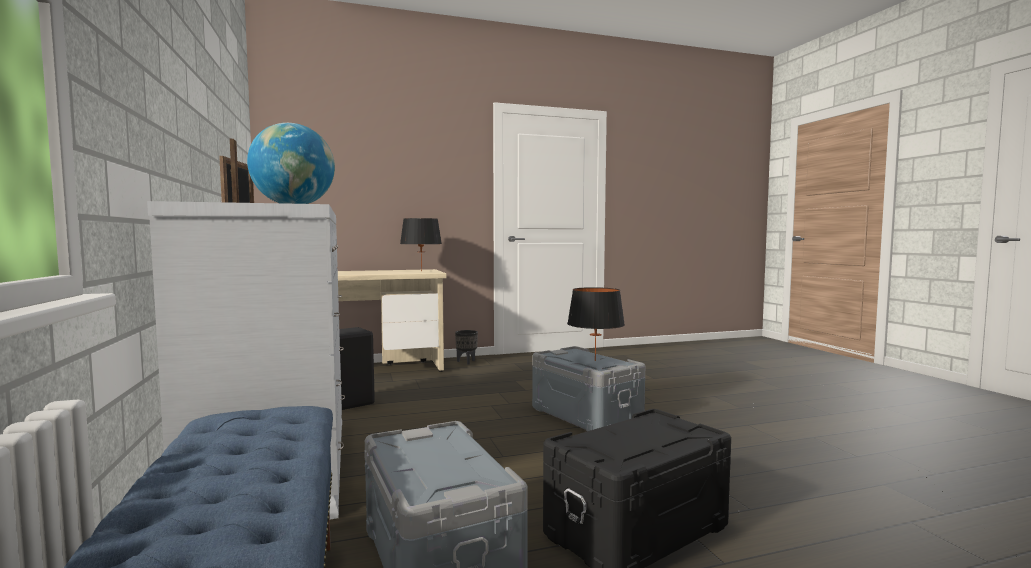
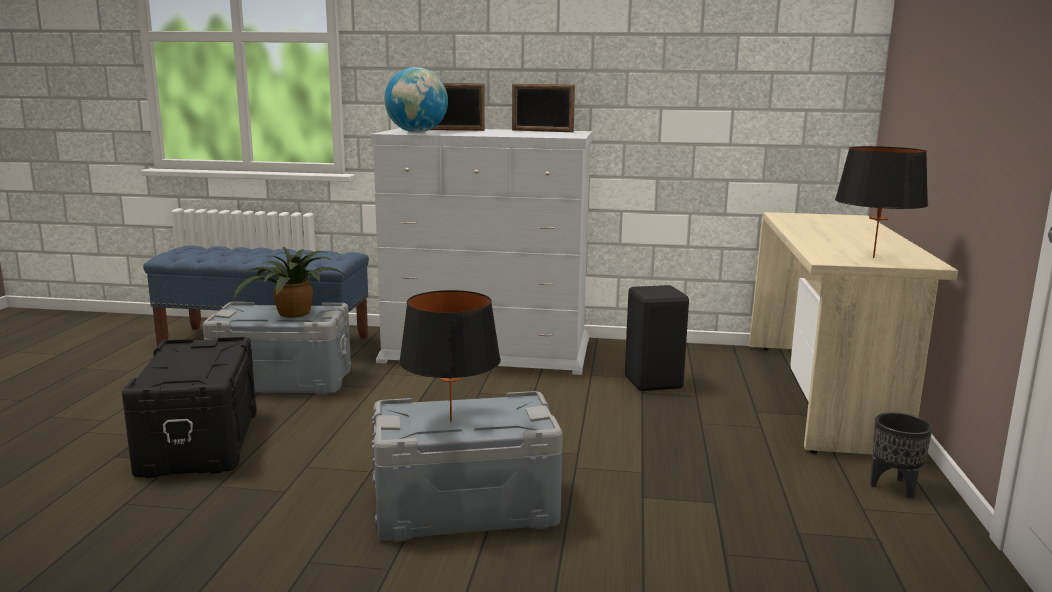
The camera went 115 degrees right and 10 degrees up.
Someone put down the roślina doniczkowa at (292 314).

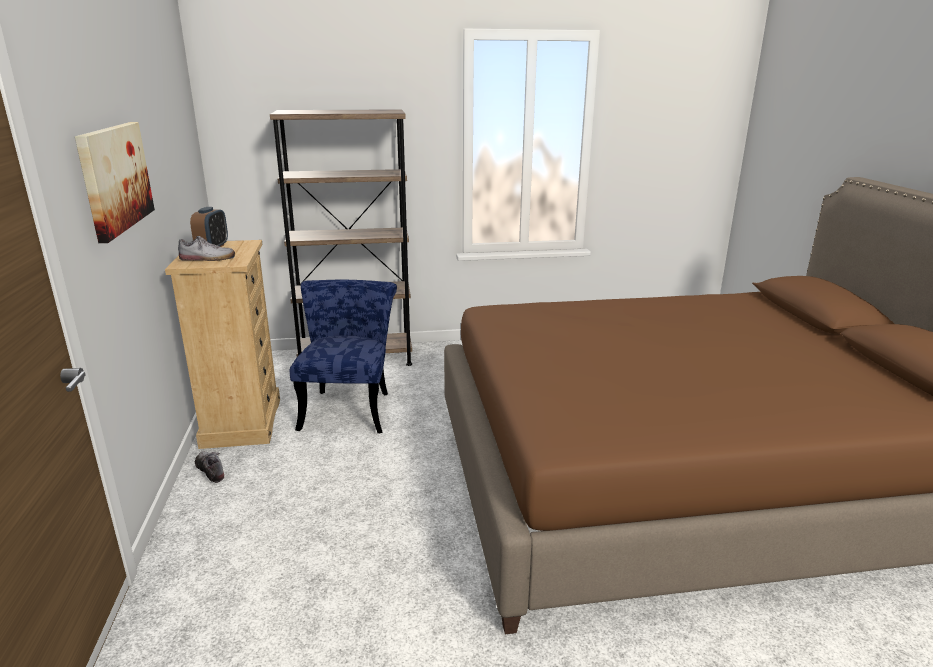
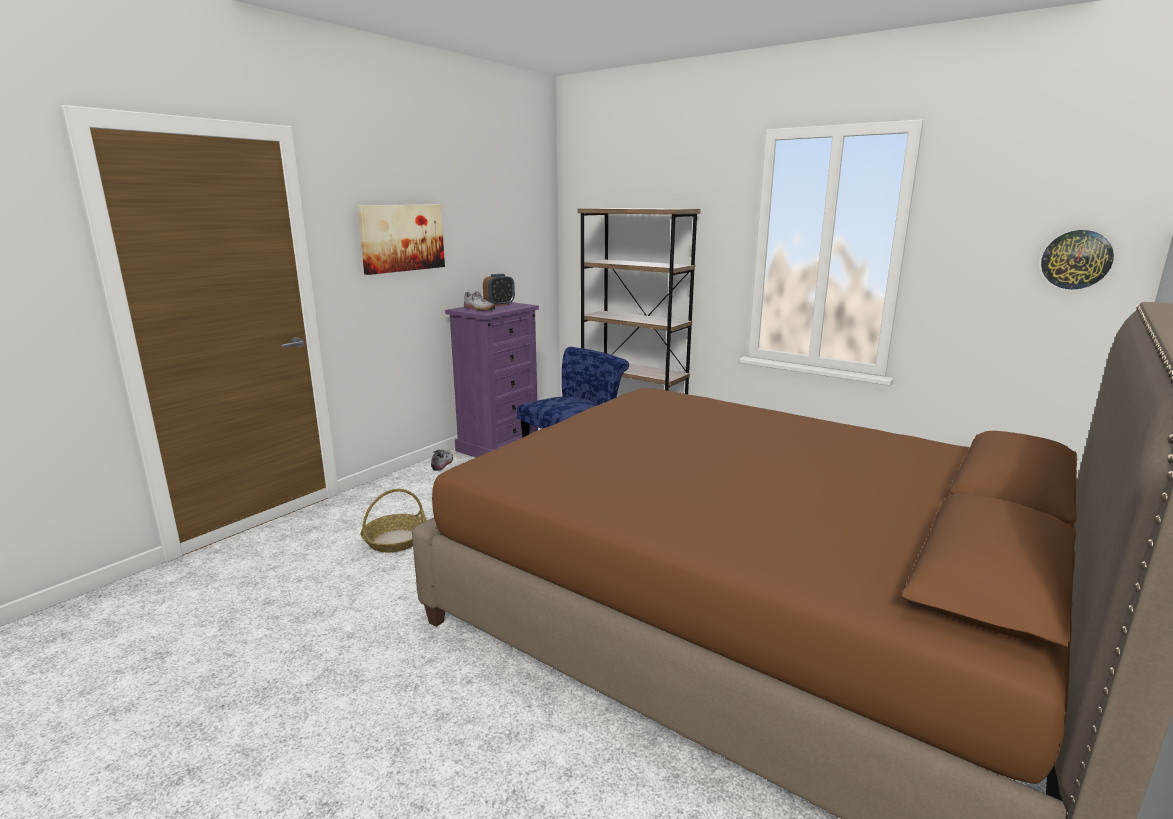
The camera went 45 degrees right and 5 degrees down.
Someone put down the koszyk at (395 540).
Someone repainted the komoda (beżowy) at (241 422), which became the komoda (fioletowy) at (499 446).
Someone put up the zegar ścienny at (1076 259).

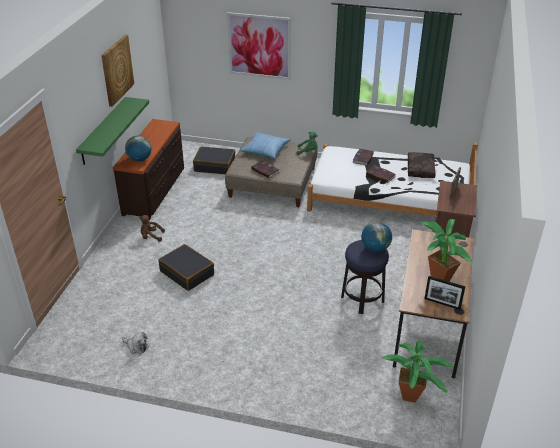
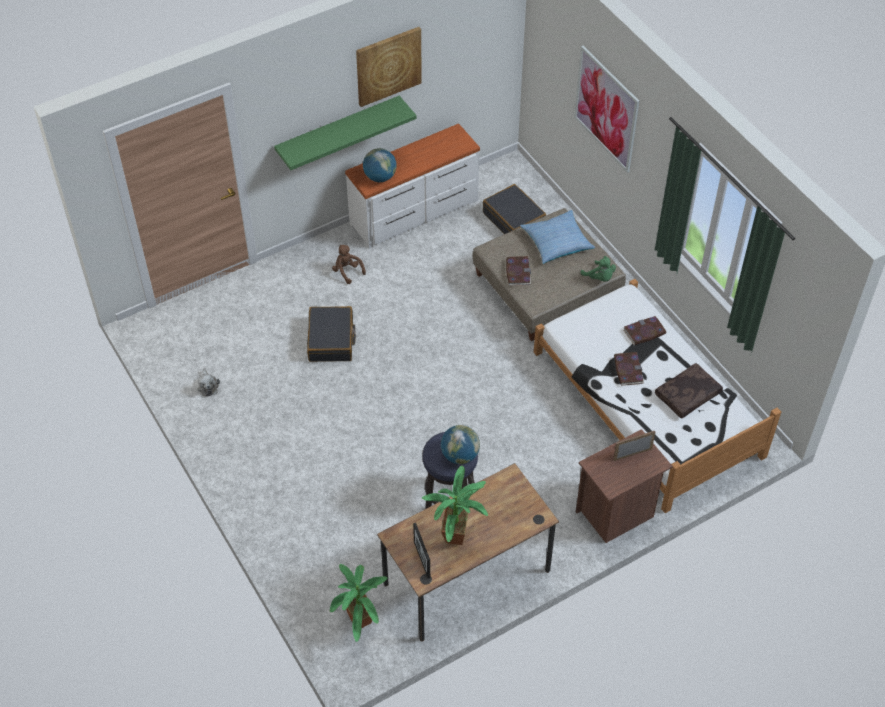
The camera went 45 degrees right and 15 degrees up.
Someone repainted the komoda (brązowy) at (155 191), which became the komoda (biały) at (415 213).

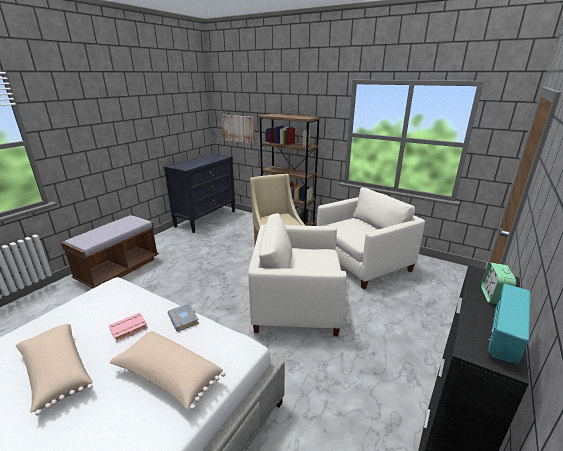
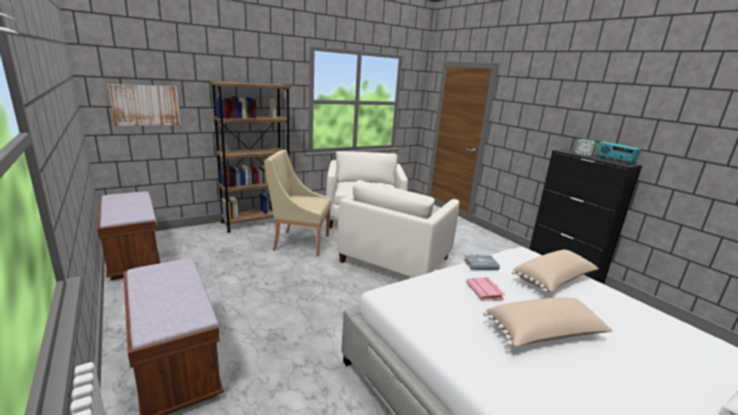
The camera went 65 degrees left and 5 degrees down.
Someone swapped the komoda (czarny) at (206 218) for the ławka (brązowy) at (133 257).

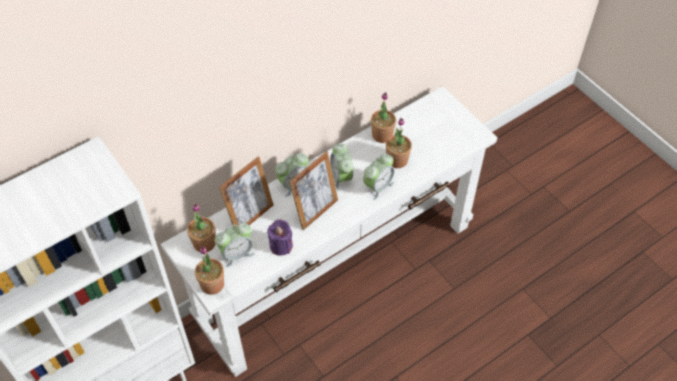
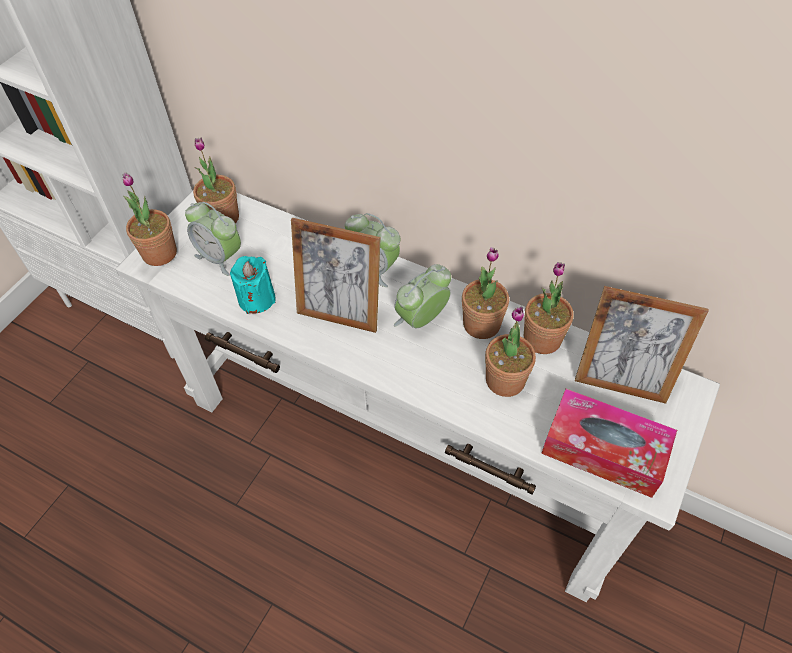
The camera went 65 degrees right and 0 degrees up.
Someone repainted the świeca (fioletowy) at (281 245), which became the świeca (turkusowy) at (256 299).
Someone put down the roślina doniczkowa at (481 324).
Someone put down the pudełko chusteczek at (603 450).
Someone carried the ramka na zdjęcie from (250 215) to (621 381).
Someone took away the budzik at (378 186).

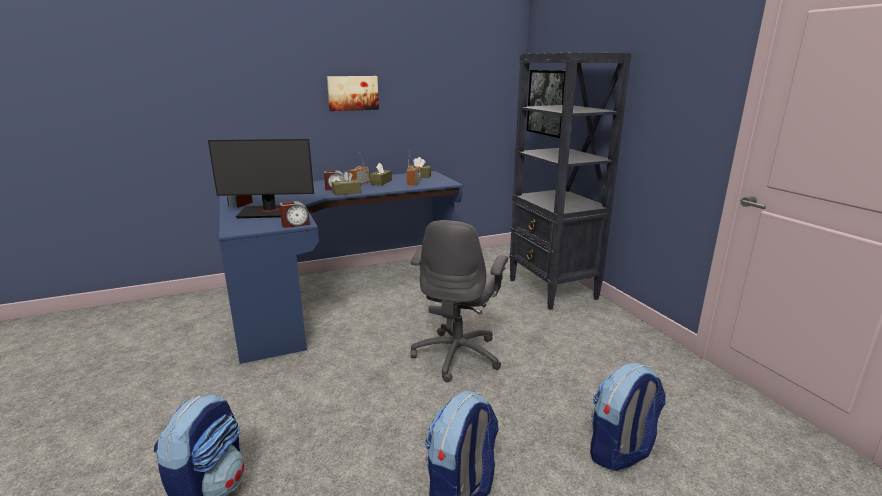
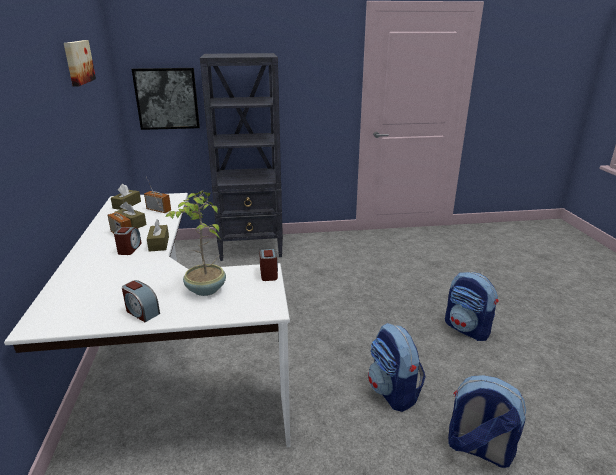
The camera went 75 degrees left and 5 degrees up.
Someone repainted the biurko (niebieski) at (336 293), which became the biurko (biały) at (164 365).
Someone carried the obraz from (352 93) to (77 62).
Someone swapped the monitor at (269 212) for the roślina doniczkowa at (205 290).
Someone carried the plecak from (620 452) to (393 392).
Someone took away the krzesło biurowe (szary) at (458 355).

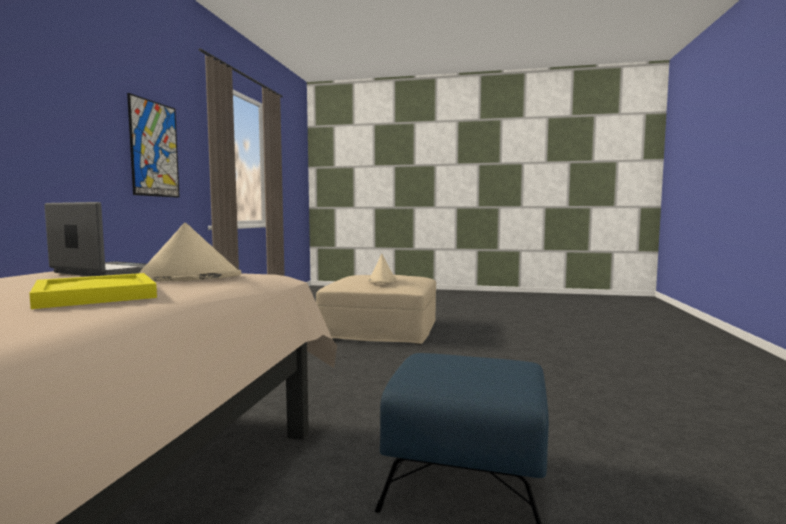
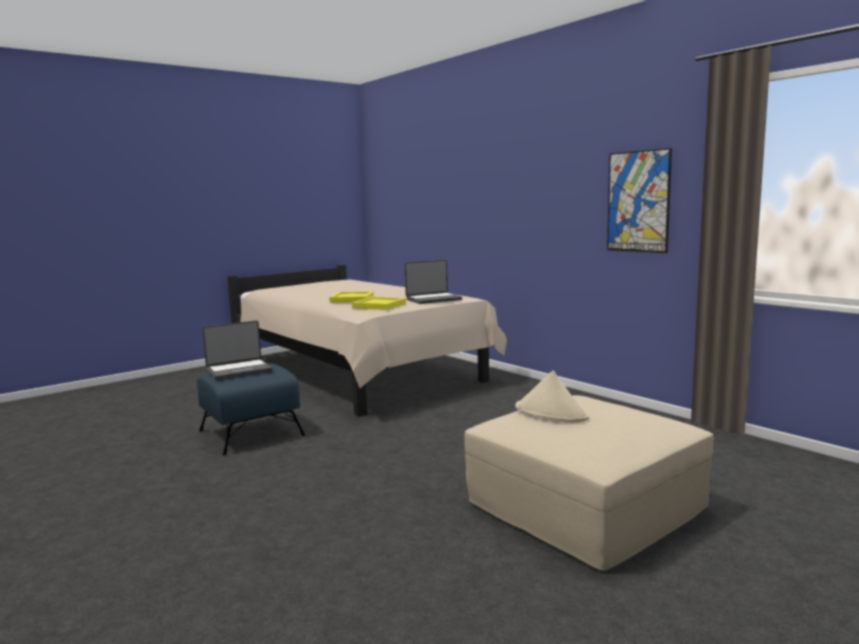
The camera went 130 degrees right and 5 degrees up.
Someone put down the laptop at (239 370).
Someone swapped the kapelusz (beżowy) at (189 277) for the taca (żółty) at (379 305).

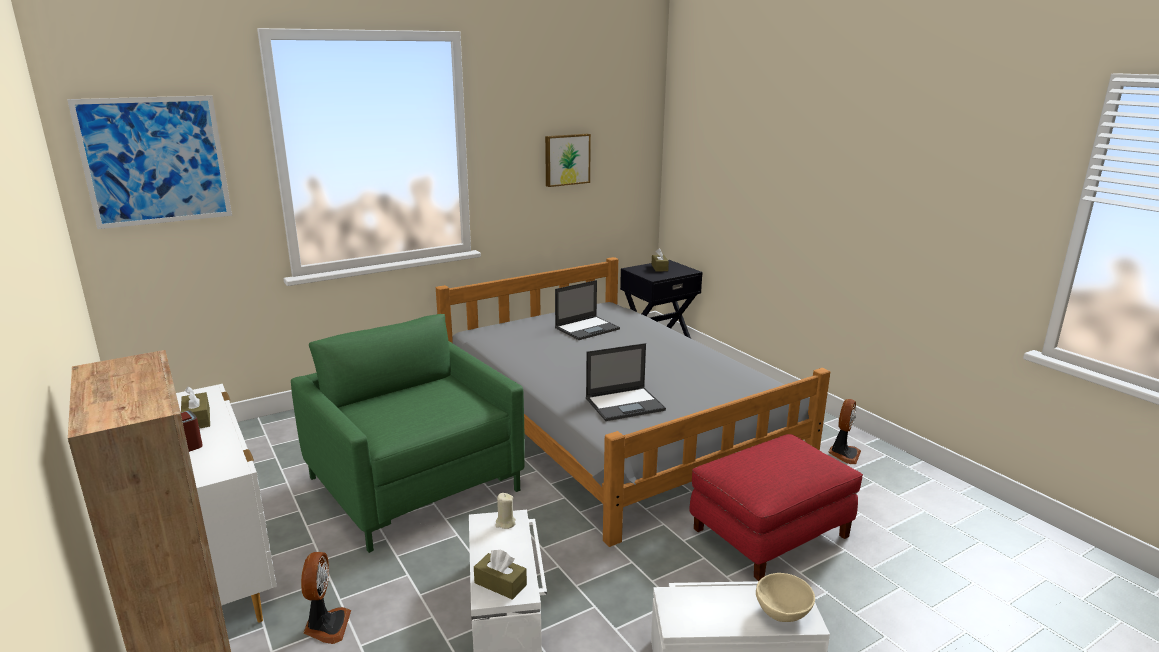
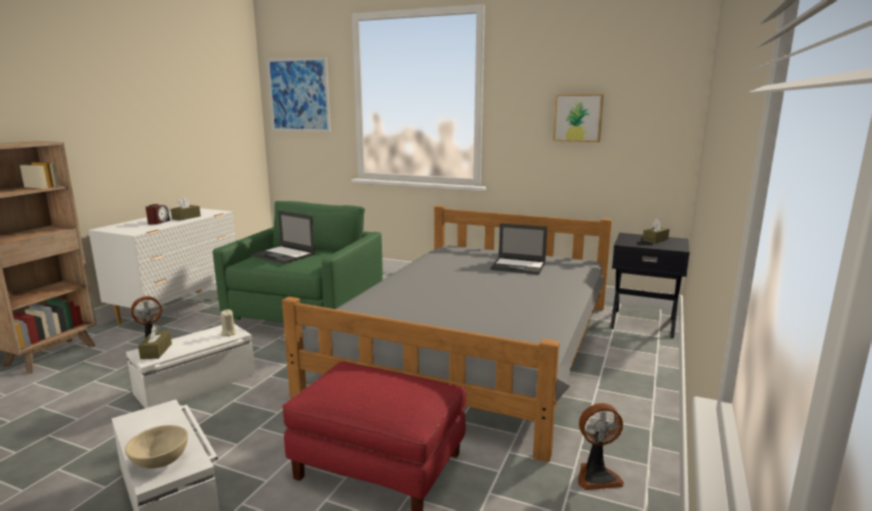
The camera went 55 degrees right and 5 degrees down.
Someone carried the laptop from (625 404) to (284 255).

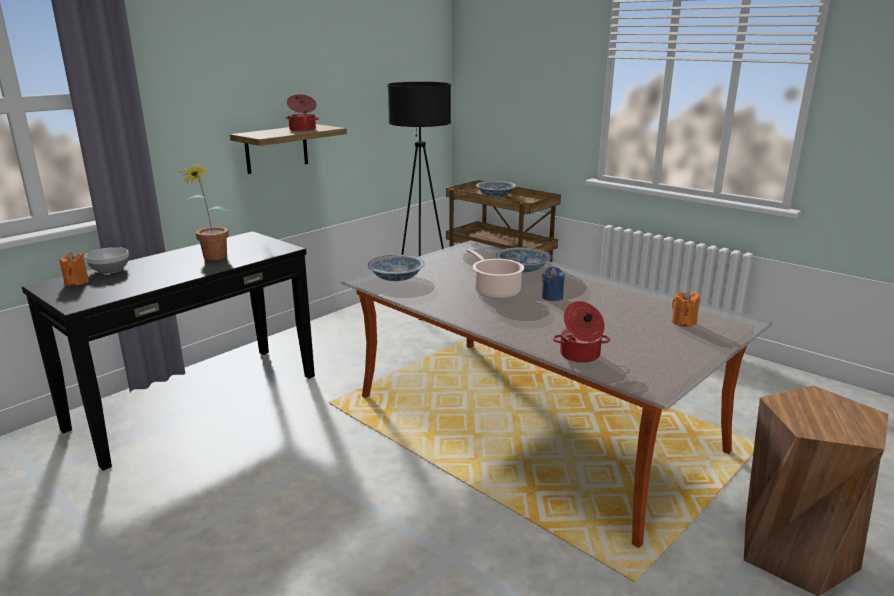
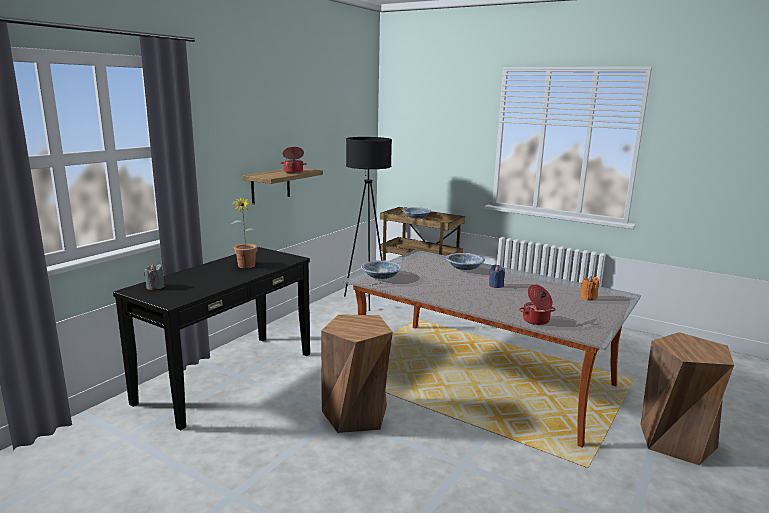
The camera went 10 degrees left and 5 degrees down.
Someone repainted the świeca (pomarańczowy) at (76 282), which became the świeca (szary) at (155 287).
Someone put down the stołek (brązowy) at (356 414).
Someone took away the miska at (110 270).
Someone took away the garnek at (495 291).

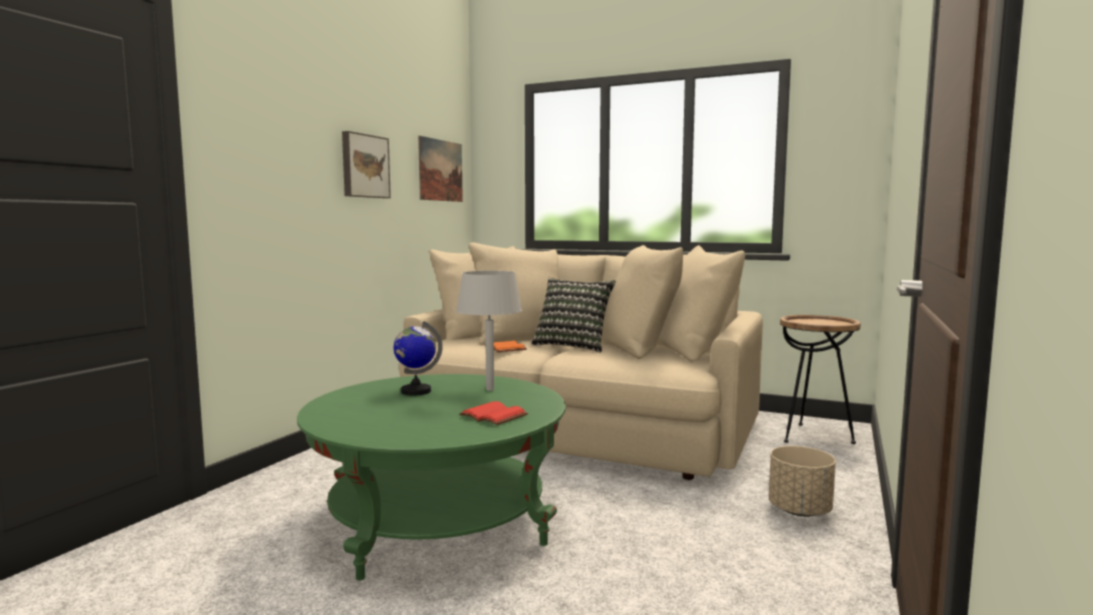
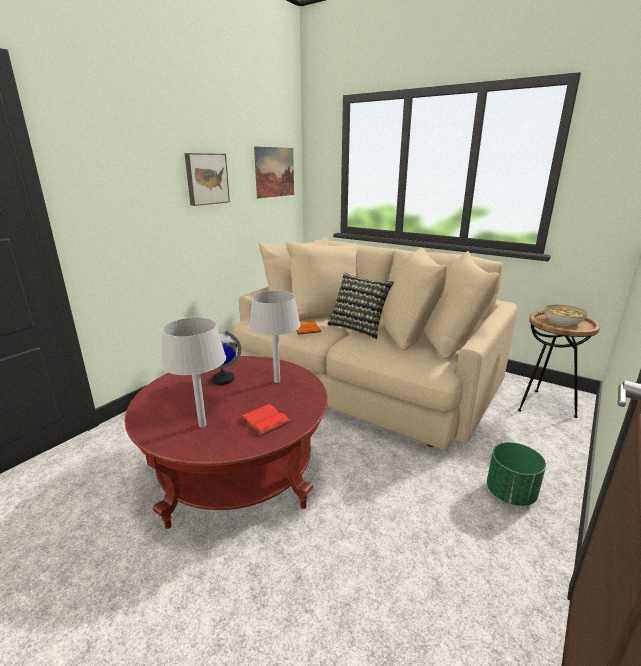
The camera went 10 degrees right and 15 degrees up.
Someone repainted the ława (zielony) at (438 520), which became the ława (czerwony) at (237 471).
Someone put down the lampa stołowa (szary) at (202 425).
Someone repainted the donica (beżowy) at (800 511), which became the donica (zielony) at (511 493).
Someone put down the miska at (562 321).

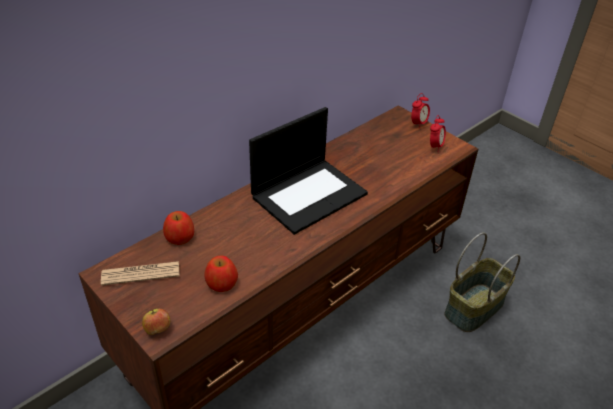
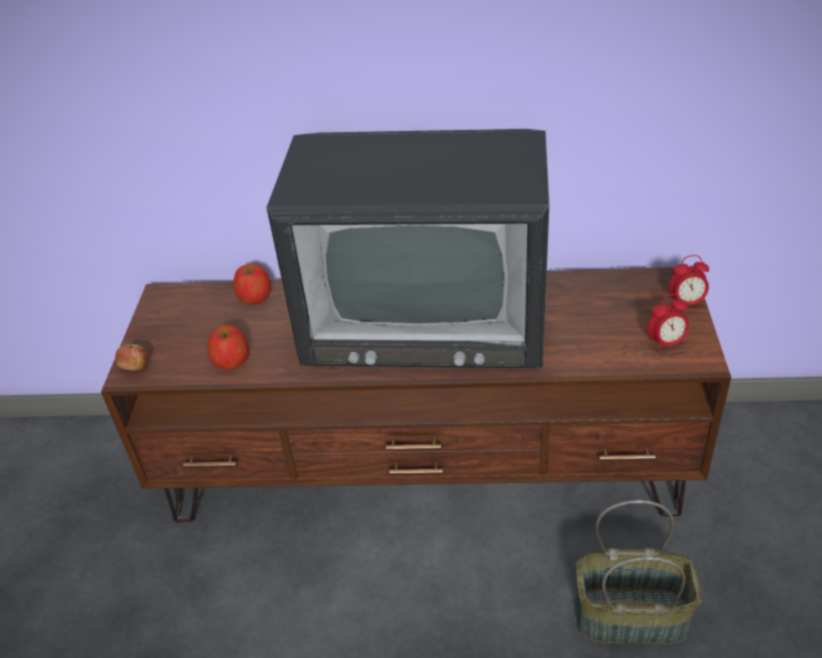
The camera went 50 degrees right and 0 degrees up.
Someone swapped the laptop at (309 194) for the telewizor at (427 319).
Someone took away the gazeta at (141 273).

